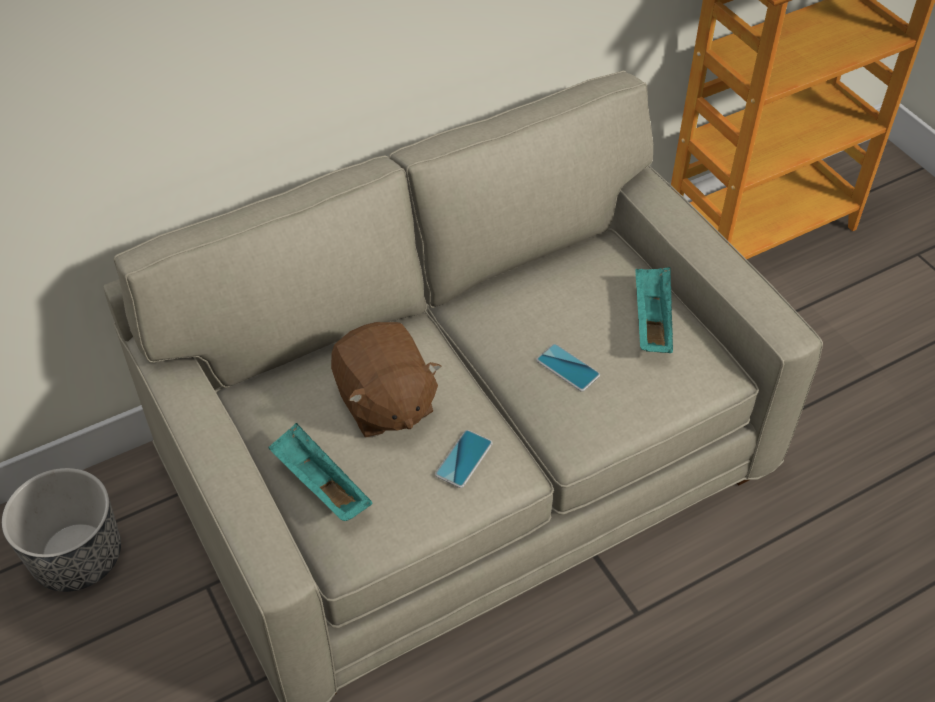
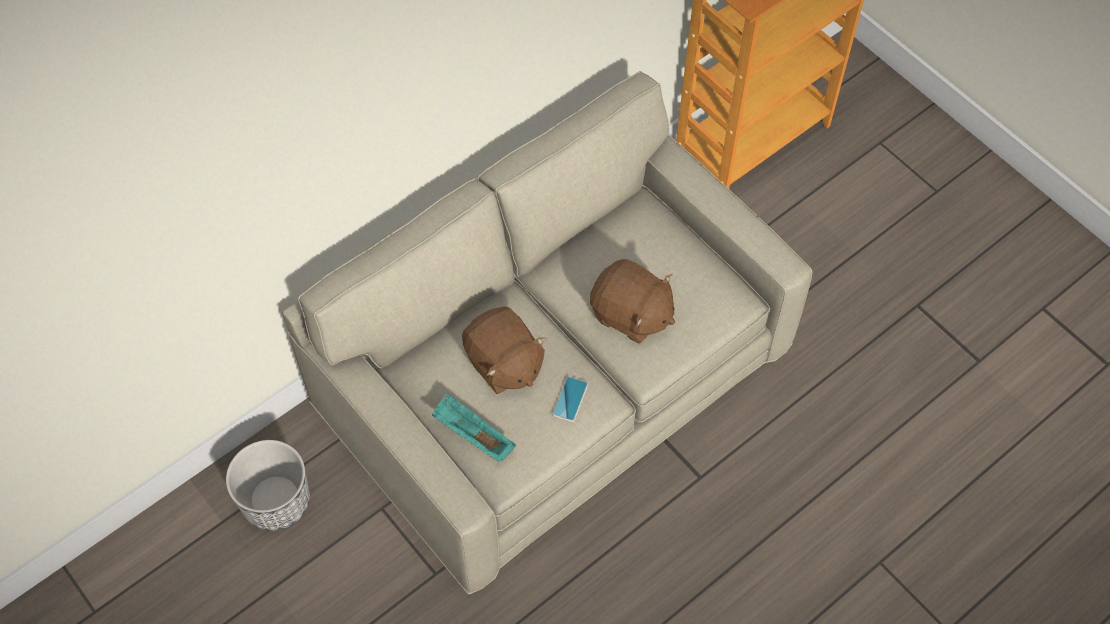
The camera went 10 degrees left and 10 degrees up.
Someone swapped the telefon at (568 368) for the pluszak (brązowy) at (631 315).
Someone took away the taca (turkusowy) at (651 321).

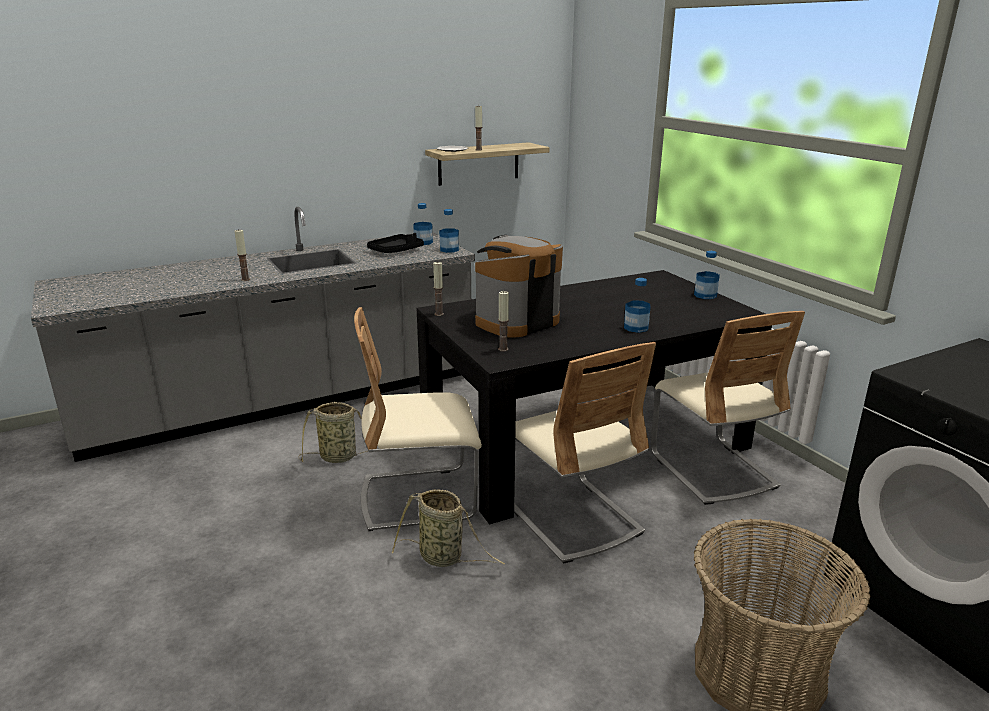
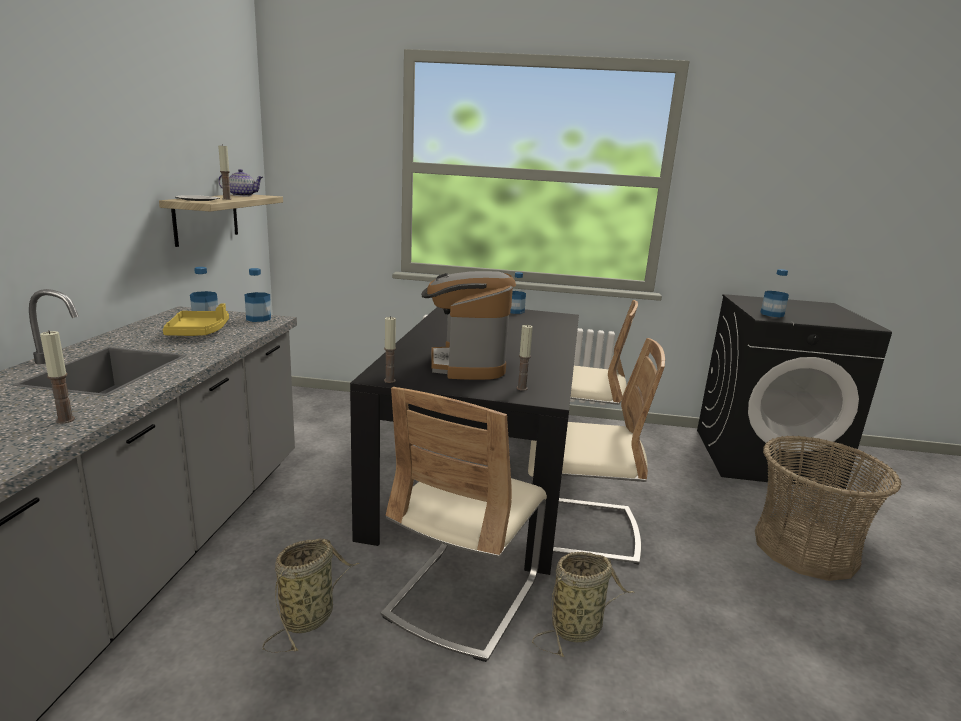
The camera went 55 degrees left and 5 degrees down.
Someone repainted the taca (czarny) at (396 251), which became the taca (żółty) at (199 332).
Someone put down the imbryk at (242 195).
Someone carried the butelka from (636 328) to (772 314).

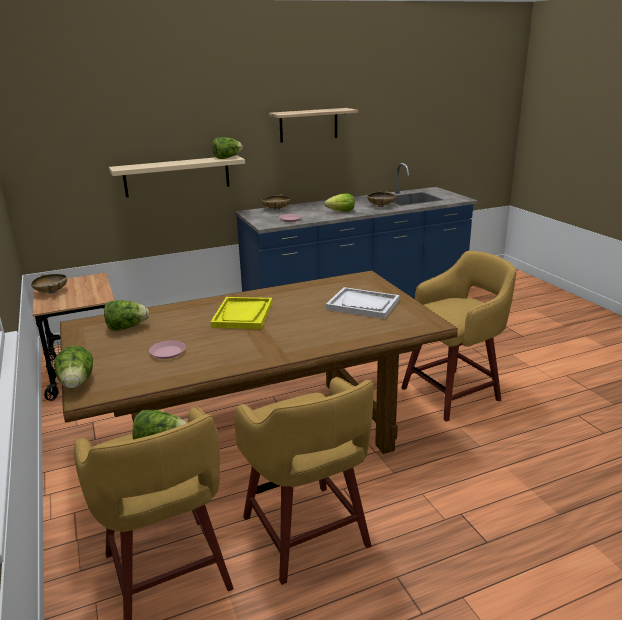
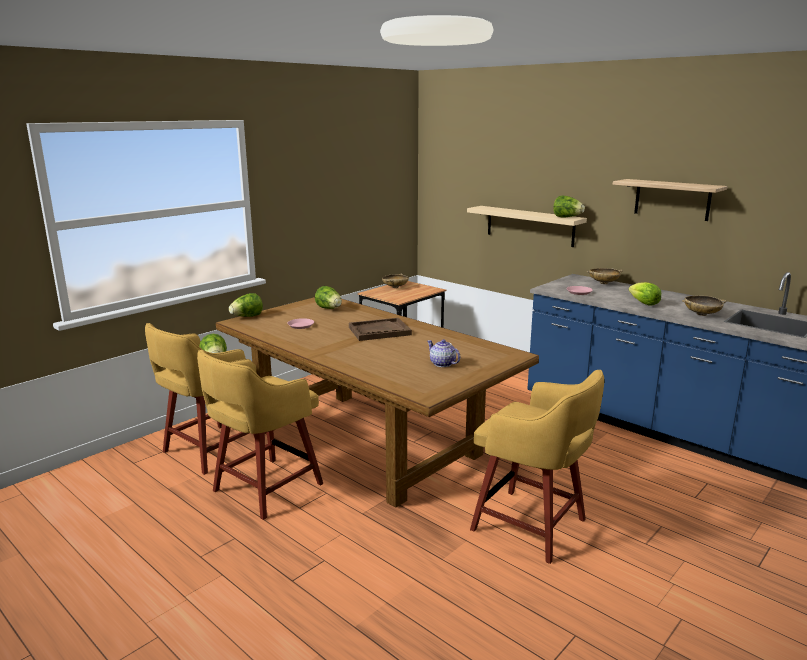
The camera went 65 degrees right and 5 degrees down.
Someone repainted the taca (żółty) at (243 315), which became the taca (brązowy) at (379 331).
Someone swapped the taca (biały) at (363 305) for the imbryk at (442 364).

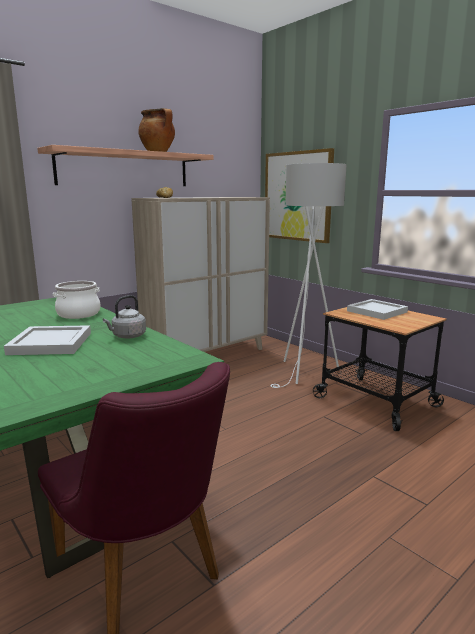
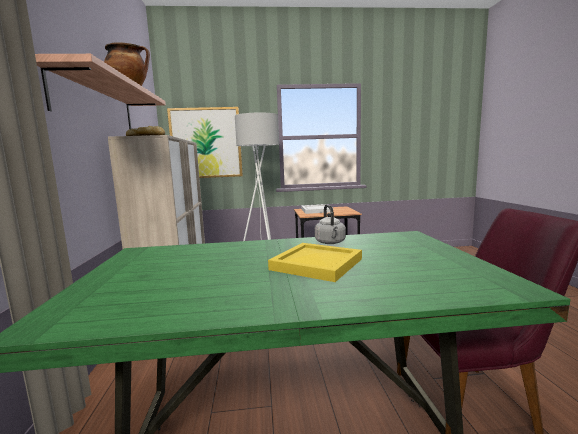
The camera went 55 degrees left and 5 degrees down.
Someone repainted the taca (biały) at (49 344), which became the taca (żółty) at (317 265).
Someone took away the garnek at (79 314).

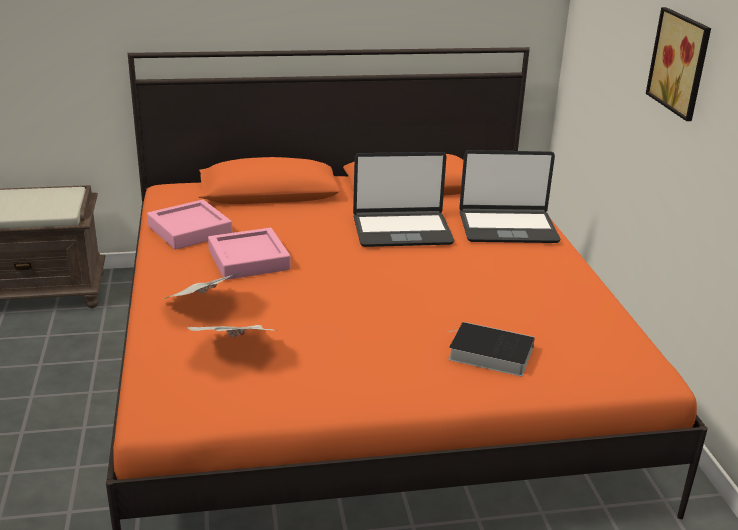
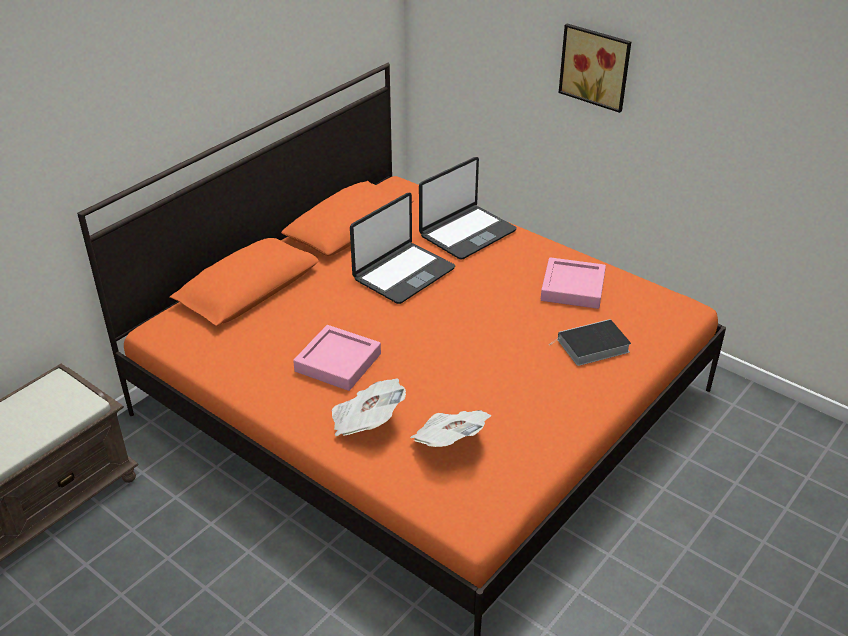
The camera went 40 degrees left and 10 degrees up.
Someone carried the taca (różowy) from (190 230) to (572 288).

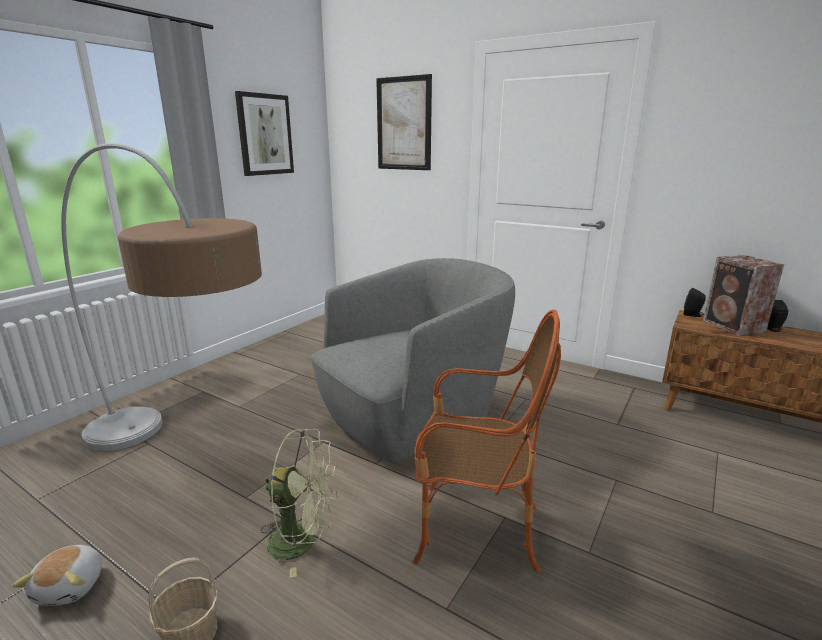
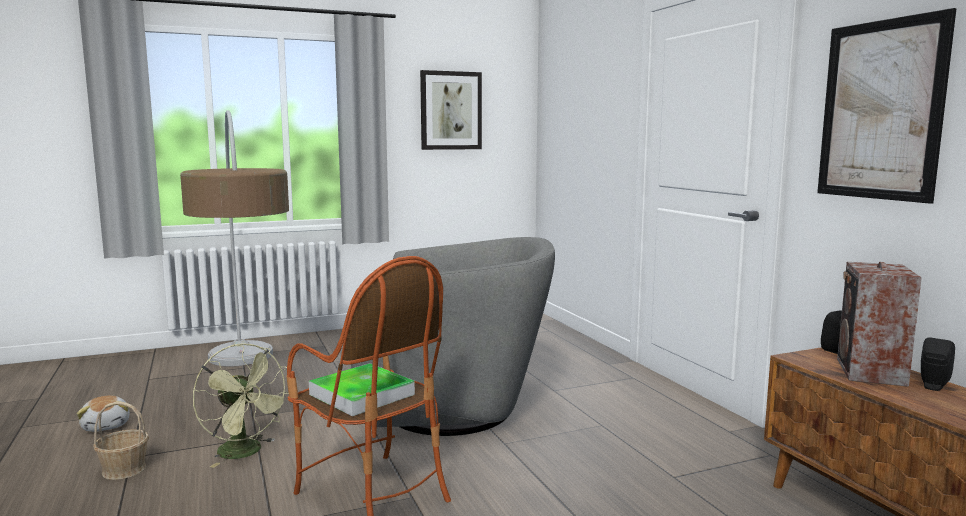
The camera went 35 degrees right and 10 degrees down.
Someone rotated the pluszak at (72 586) by 60 degrees counterclockwise.
Someone put down the taca at (362 394).
Someone carried the obraz from (404 124) to (880 110).

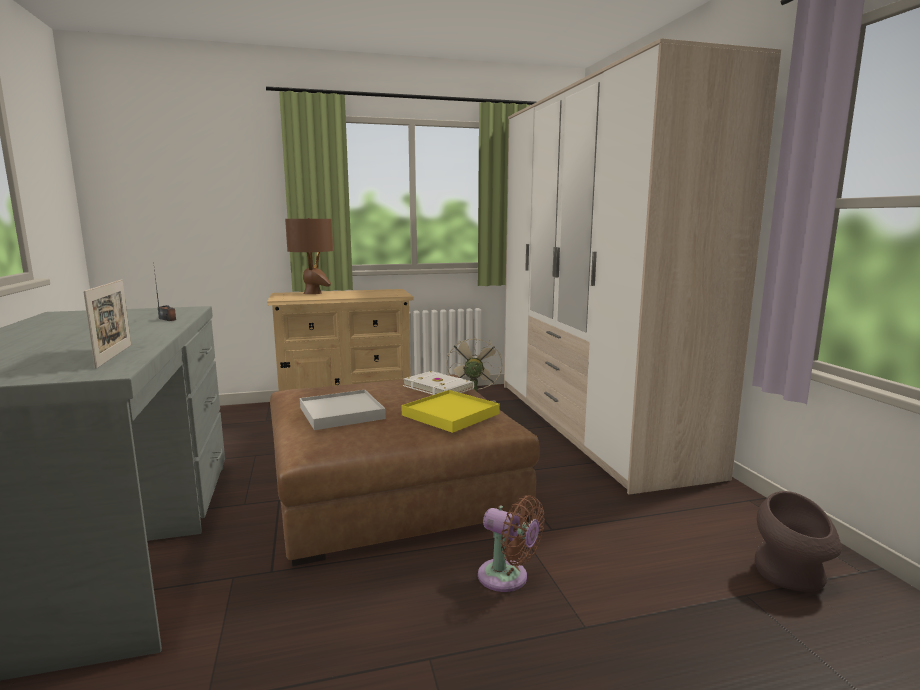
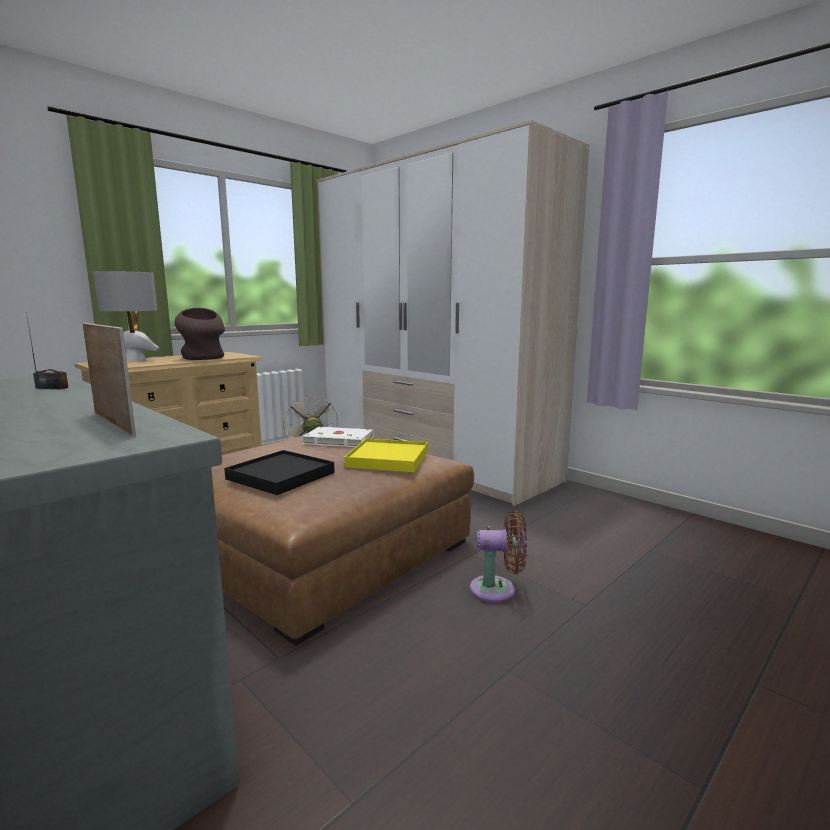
The camera went 30 degrees left and 0 degrees up.
Someone repainted the lampa stołowa (brązowy) at (313 293), which became the lampa stołowa (szary) at (134 360).
Someone carried the wazon (brązowy) from (791 578) to (203 358).
Someone repainted the taca (biały) at (341 413), which became the taca (czarny) at (280 476).

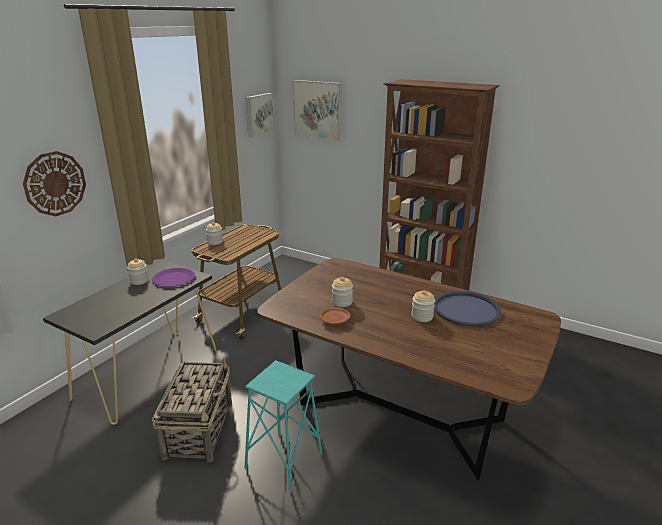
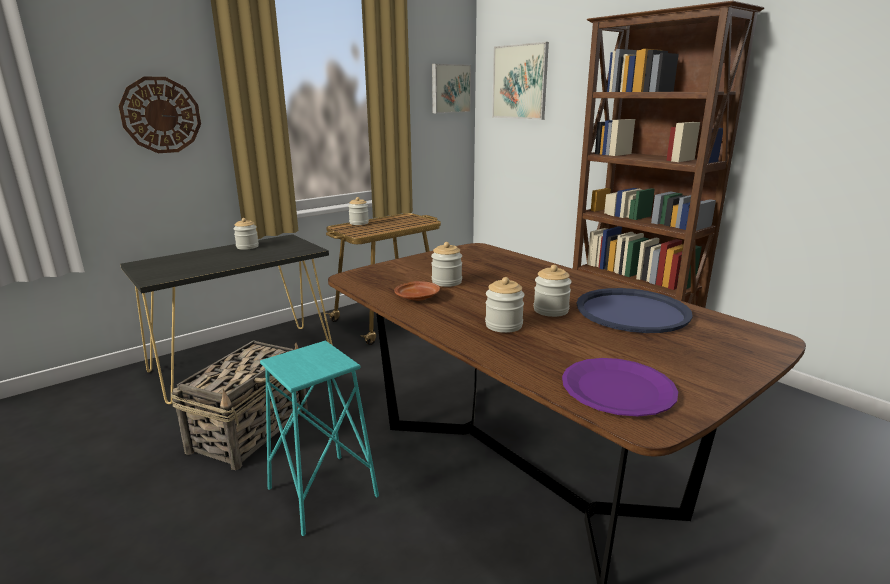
The camera went 20 degrees right and 5 degrees down.
Someone put down the słoik at (503 325).
Someone carried the talerz (fioletowy) from (174 278) to (618 389).

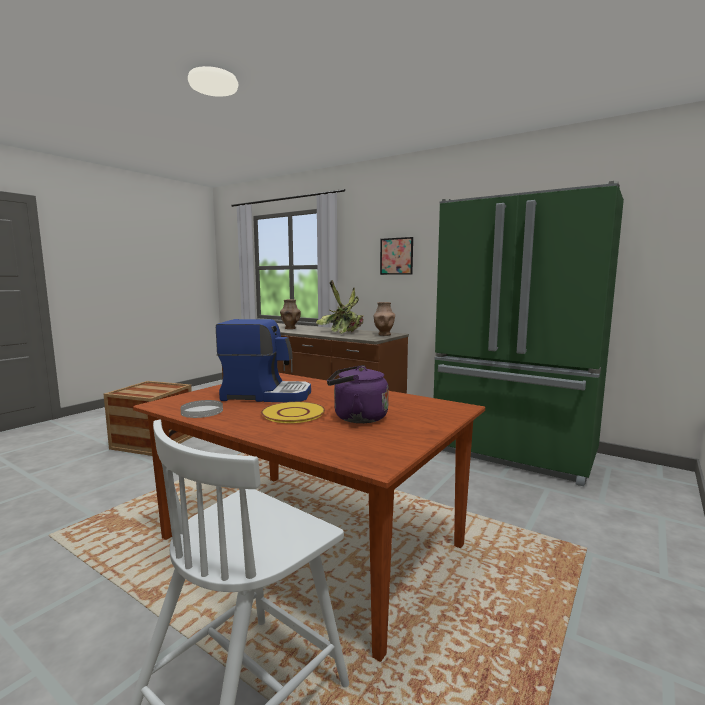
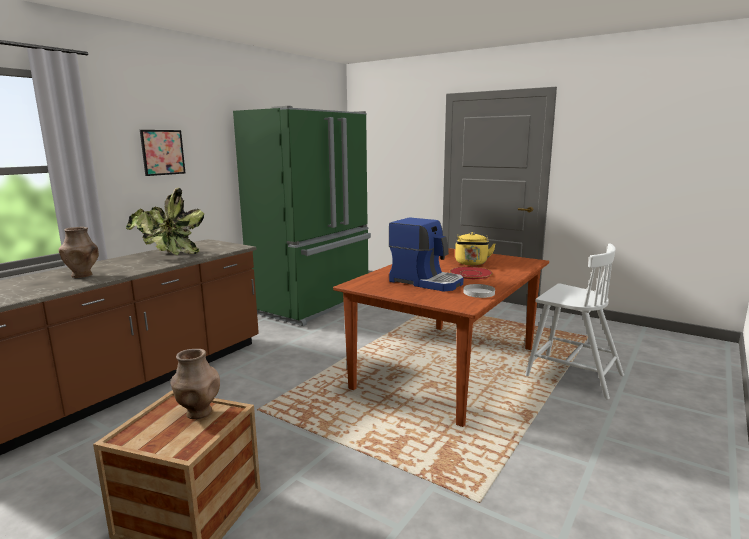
The camera went 90 degrees left and 5 degrees up.
Someone carried the wazon (brązowy) from (384 334) to (198 413).
Someone rotated the ekspres do kawy at (266 395) by 120 degrees clockwise.
Someone repainted the talerz (żółty) at (293 413), which became the talerz (czerwony) at (470 274).
Someone repainted the czajnik (fioletowy) at (356 418), which became the czajnik (żółty) at (471 263).

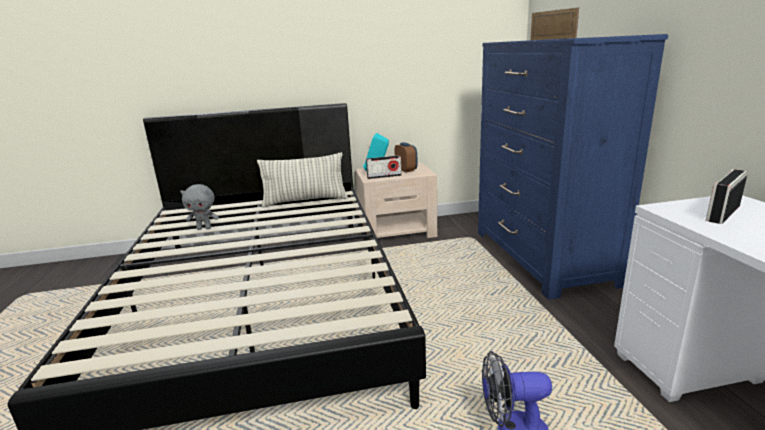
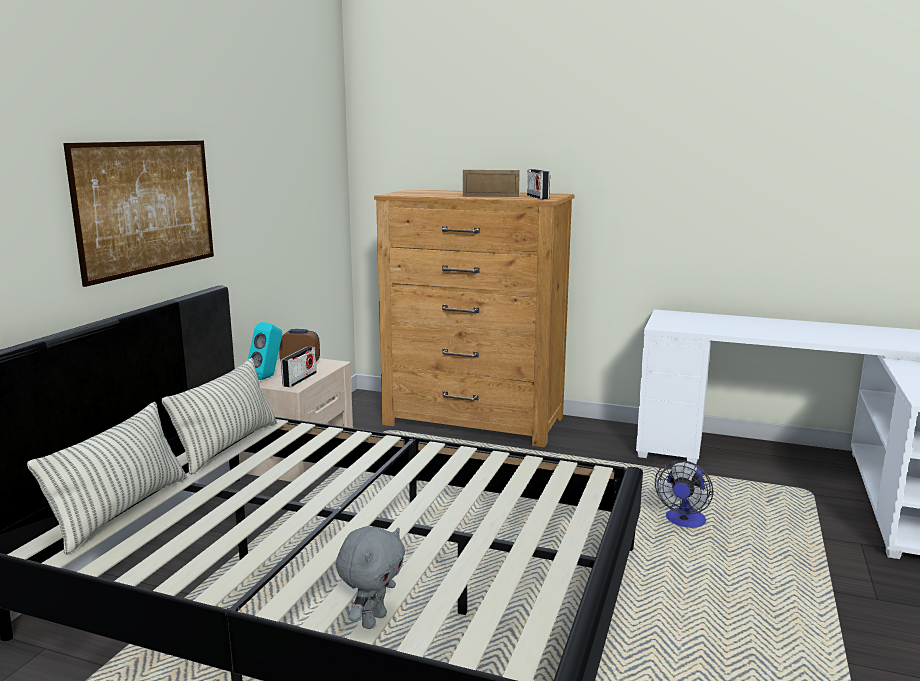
The camera went 60 degrees left and 5 degrees down.
Someone put down the poduszka at (122 511).
Someone put up the obraz at (147 207).
Someone carried the pluszak (szary) from (204 228) to (373 620).
Someone repainted the komoda (niebieski) at (541 257), which became the komoda (brązowy) at (474 421).
Someone carried the radio from (722 213) to (537 197).

